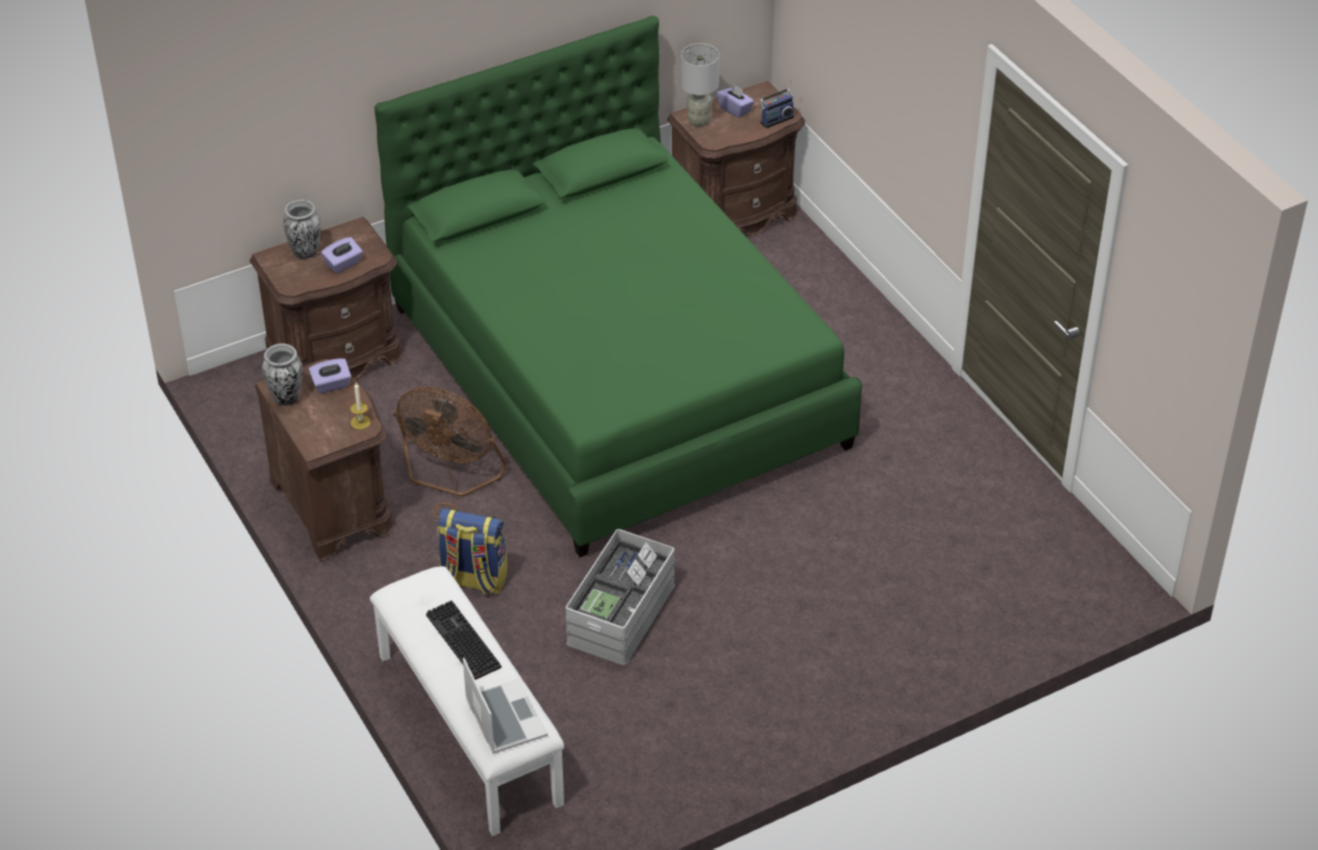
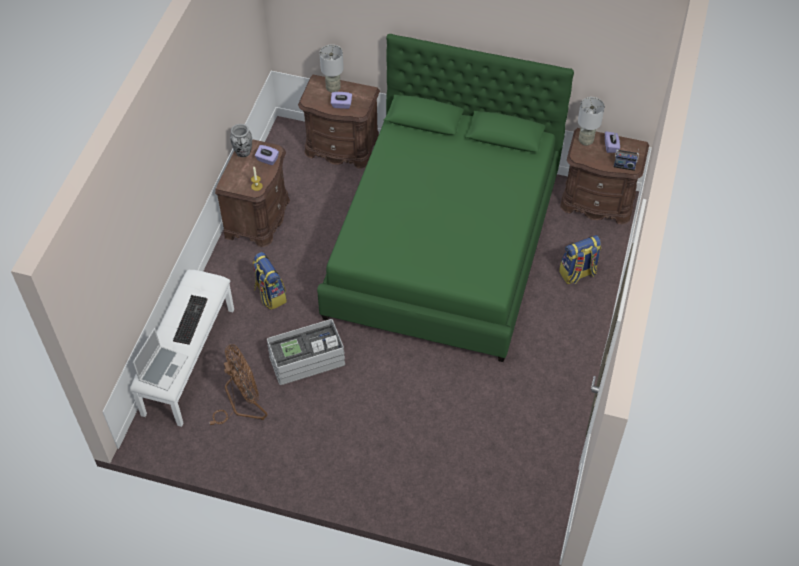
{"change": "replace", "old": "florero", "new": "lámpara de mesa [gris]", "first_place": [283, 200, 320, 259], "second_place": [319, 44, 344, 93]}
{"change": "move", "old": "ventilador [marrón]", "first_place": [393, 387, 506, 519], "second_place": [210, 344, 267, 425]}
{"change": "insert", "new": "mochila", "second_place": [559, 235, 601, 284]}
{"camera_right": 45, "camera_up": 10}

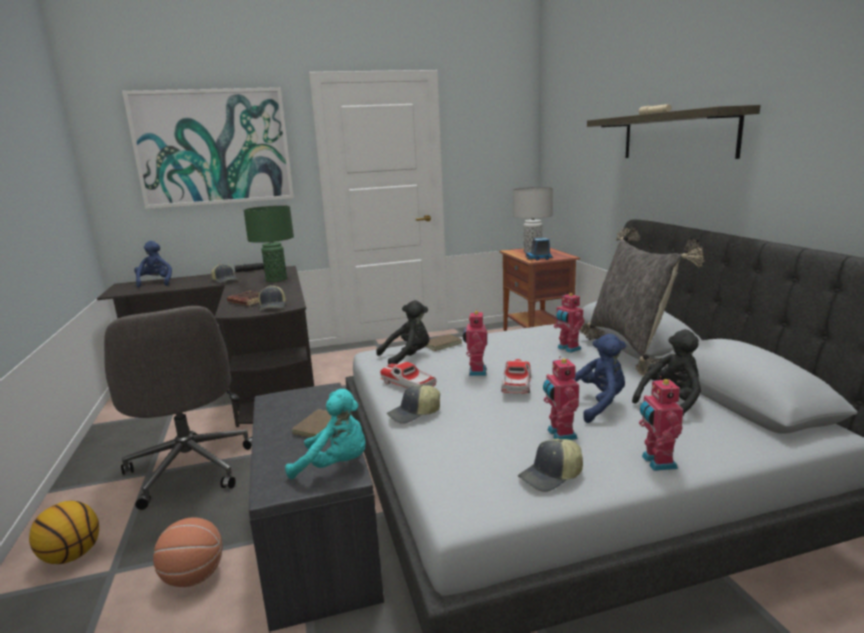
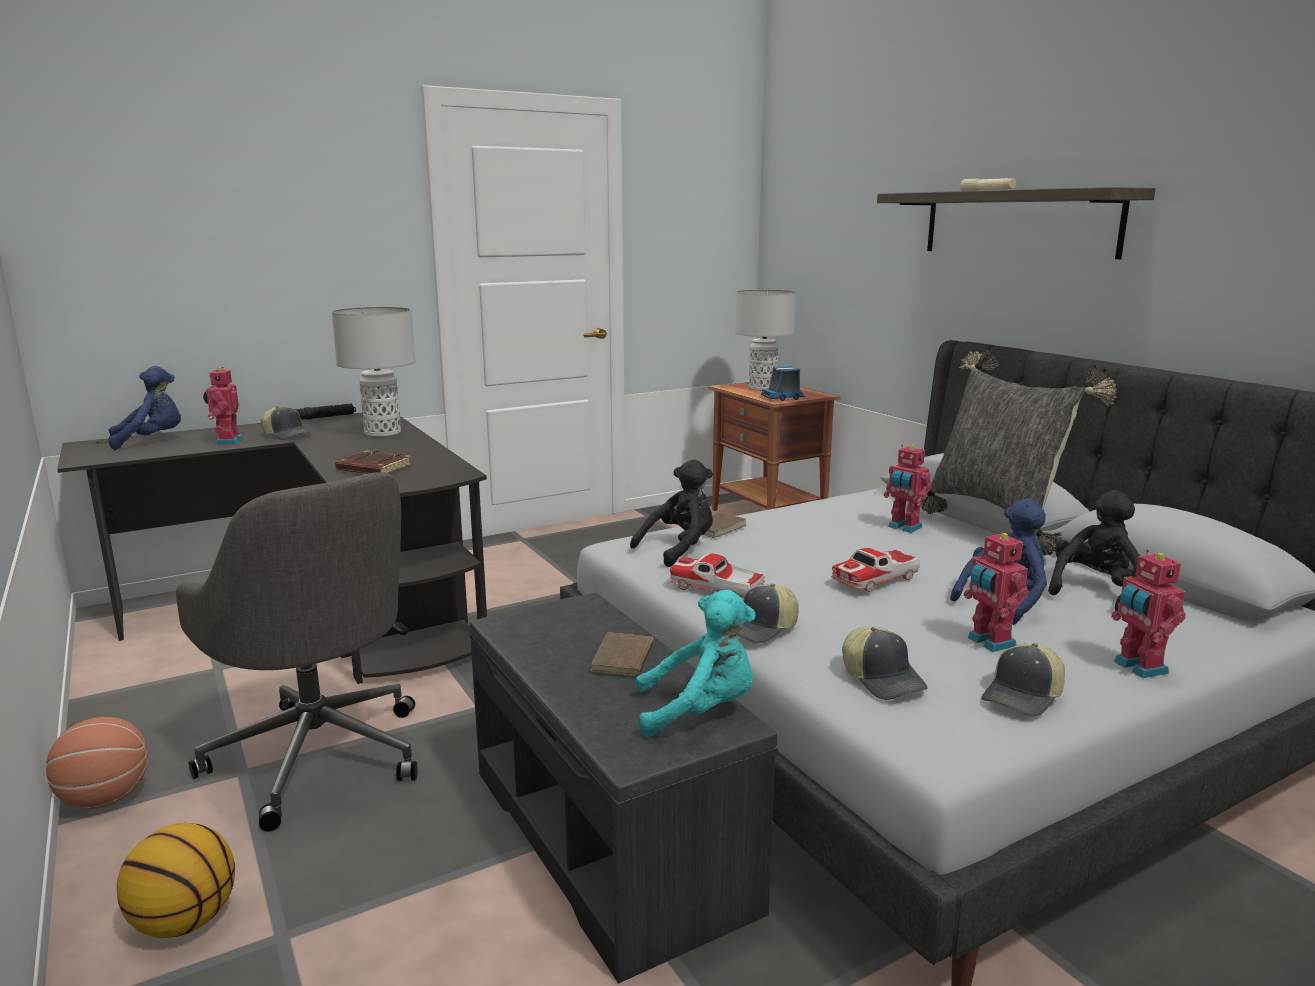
{"change": "delete", "old": "cuadro", "first_place": [122, 87, 294, 209]}
{"change": "recolor", "old": "lámpara de mesa [verde]", "new": "lámpara de mesa [blanco]", "first_place": [244, 205, 294, 282], "second_place": [332, 307, 416, 437]}
{"change": "rotate", "old": "peluche [azul]", "first_place": [134, 241, 172, 287], "second_place": [108, 366, 181, 450], "degrees": 90}
{"change": "move", "old": "gorra", "first_place": [259, 285, 286, 311], "second_place": [842, 626, 928, 700]}
{"change": "move", "old": "robot de juguete", "first_place": [463, 310, 487, 376], "second_place": [203, 367, 244, 444]}
{"change": "rotate", "old": "coche de juguete", "first_place": [501, 359, 531, 393], "second_place": [831, 548, 920, 592], "degrees": -120}
{"change": "move", "old": "balón de baloncesto", "first_place": [153, 517, 223, 587], "second_place": [46, 717, 148, 809]}
{"camera_right": -15, "camera_up": 0}

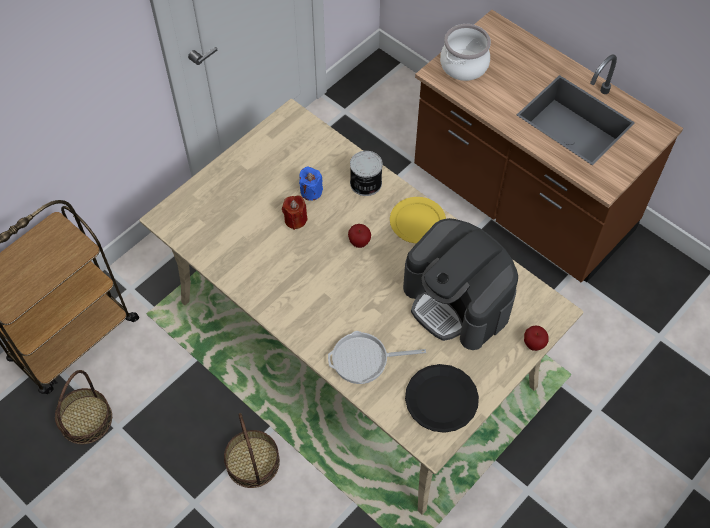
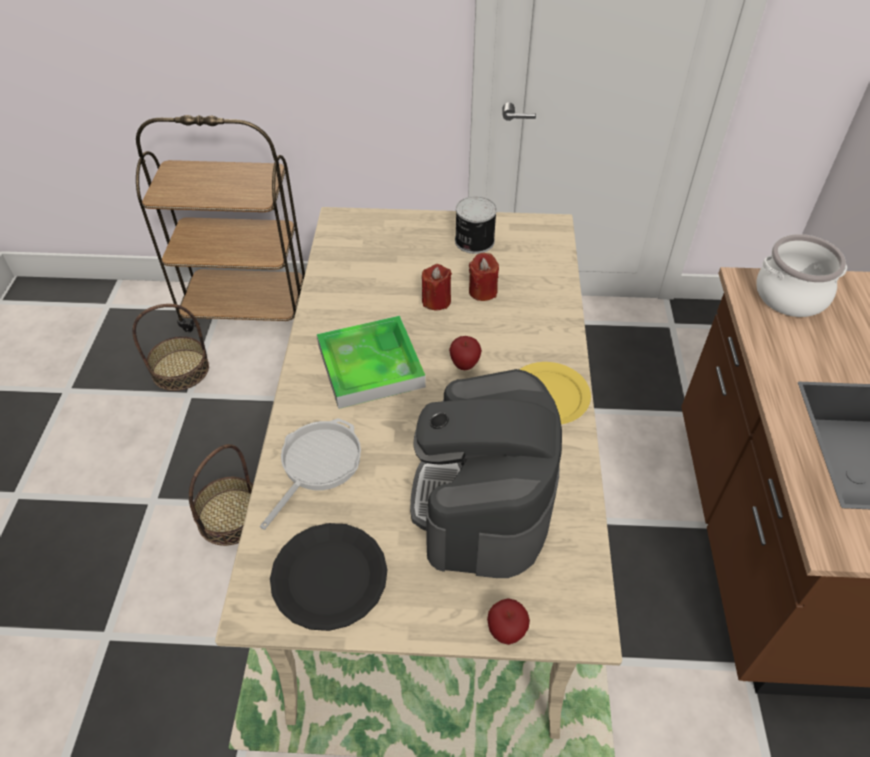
{"change": "move", "old": "lata", "first_place": [350, 151, 383, 196], "second_place": [455, 196, 497, 254]}
{"change": "recolor", "old": "vela [azul]", "new": "vela [rojo]", "first_place": [299, 167, 323, 201], "second_place": [469, 253, 499, 301]}
{"change": "rotate", "old": "sartén", "first_place": [328, 331, 426, 384], "second_place": [260, 418, 361, 530], "degrees": 75}
{"change": "insert", "new": "bandeja", "second_place": [317, 316, 426, 409]}
{"camera_right": 50, "camera_up": -10}

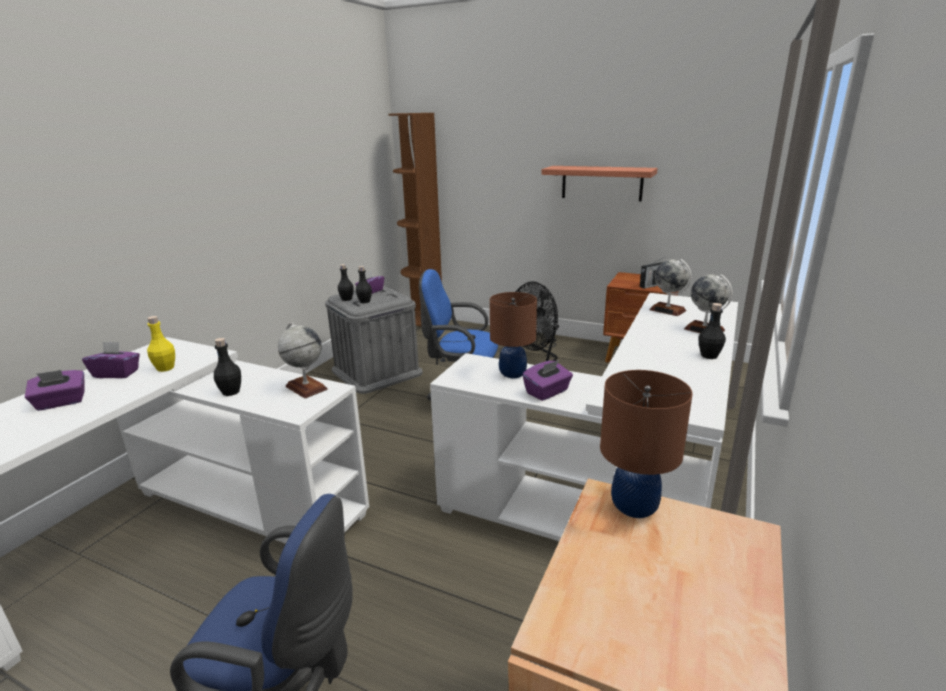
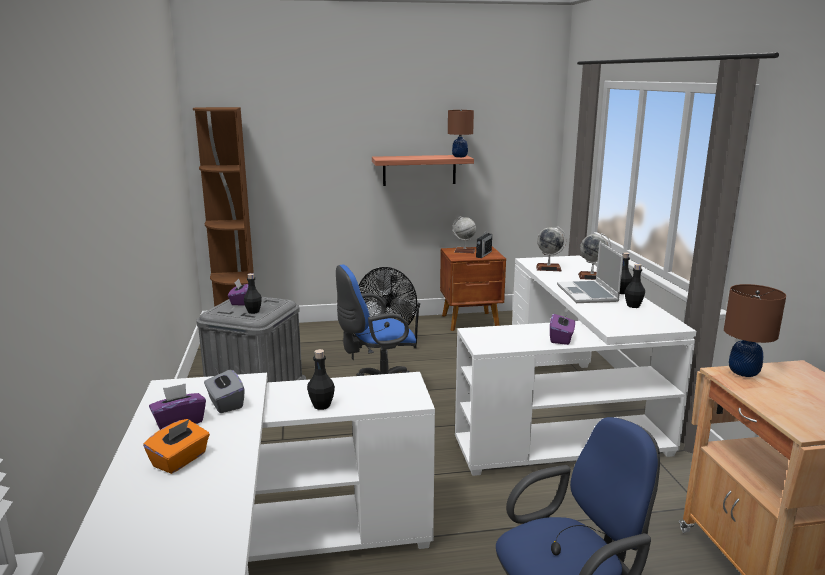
{"change": "move", "old": "botella [negro]", "first_place": [338, 264, 354, 301], "second_place": [625, 264, 645, 308]}
{"change": "move", "old": "lámpara de mesa [marrón]", "first_place": [490, 292, 537, 378], "second_place": [448, 110, 474, 158]}
{"change": "replace", "old": "botella [amarillo]", "new": "caja de pañuelos [gris]", "first_place": [147, 316, 175, 372], "second_place": [204, 370, 245, 413]}
{"change": "move", "old": "globo terráqueo", "first_place": [278, 322, 328, 398], "second_place": [453, 216, 476, 253]}
{"change": "recolor", "old": "caja de pañuelos [morado]", "new": "caja de pañuelos [naranja]", "first_place": [25, 370, 84, 411], "second_place": [143, 419, 210, 474]}
{"change": "insert", "new": "portátil", "second_place": [557, 241, 623, 303]}
{"camera_right": -35, "camera_up": -5}

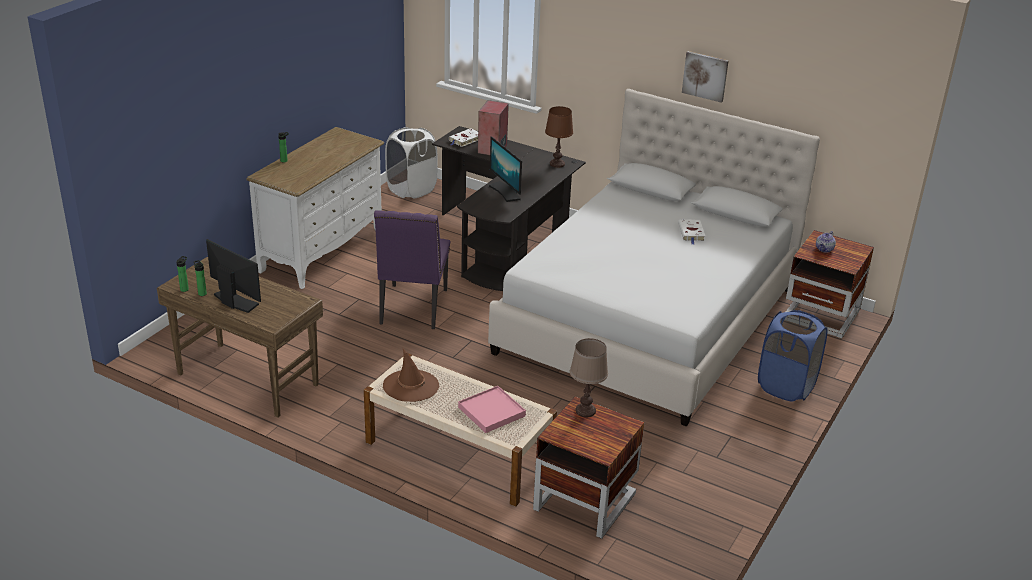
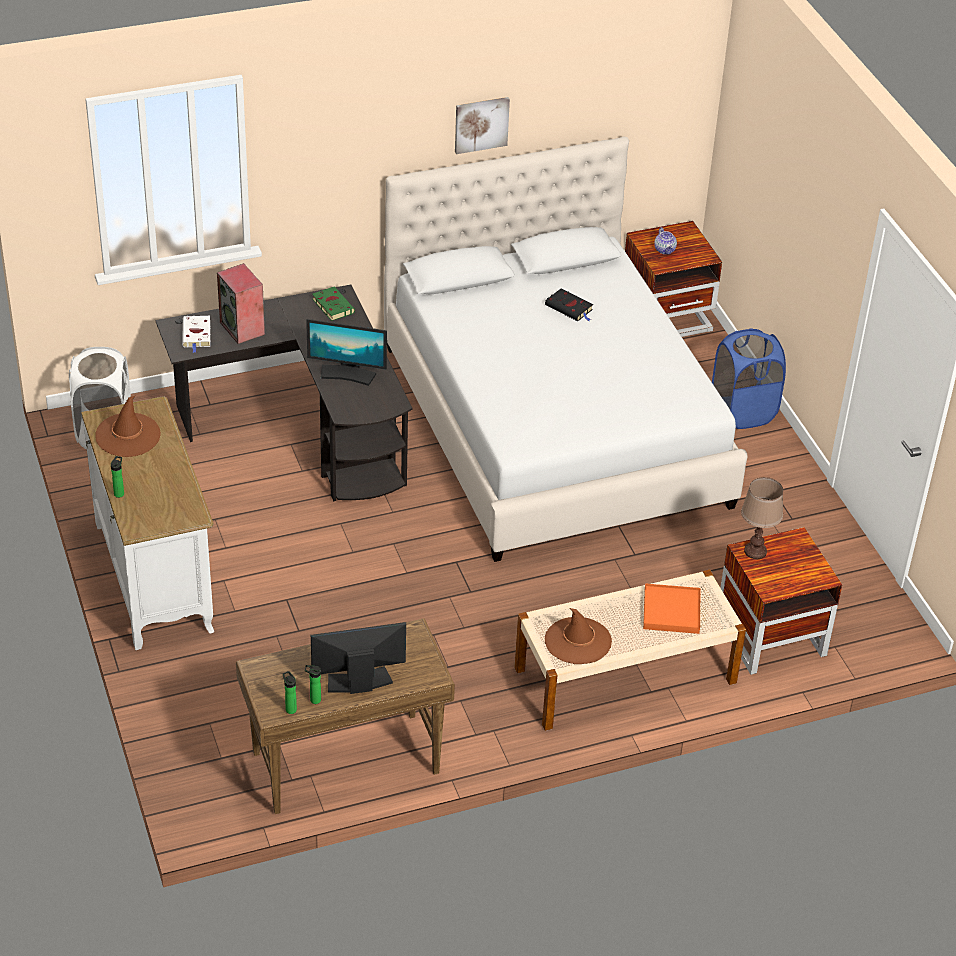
{"change": "replace", "old": "lámpara de mesa [marrón]", "new": "libro [verde]", "first_place": [545, 106, 573, 168], "second_place": [312, 287, 355, 321]}
{"change": "delete", "old": "silla [morado]", "first_place": [374, 210, 450, 329]}
{"change": "recolor", "old": "libro [blanco]", "new": "libro [negro]", "first_place": [678, 219, 705, 245], "second_place": [545, 288, 593, 321]}
{"change": "recolor", "old": "bandeja [rosa]", "new": "bandeja [naranja]", "first_place": [458, 386, 526, 433], "second_place": [643, 583, 700, 634]}
{"change": "insert", "new": "sombrero [marrón]", "second_place": [95, 395, 161, 457]}
{"camera_right": -50, "camera_up": 10}

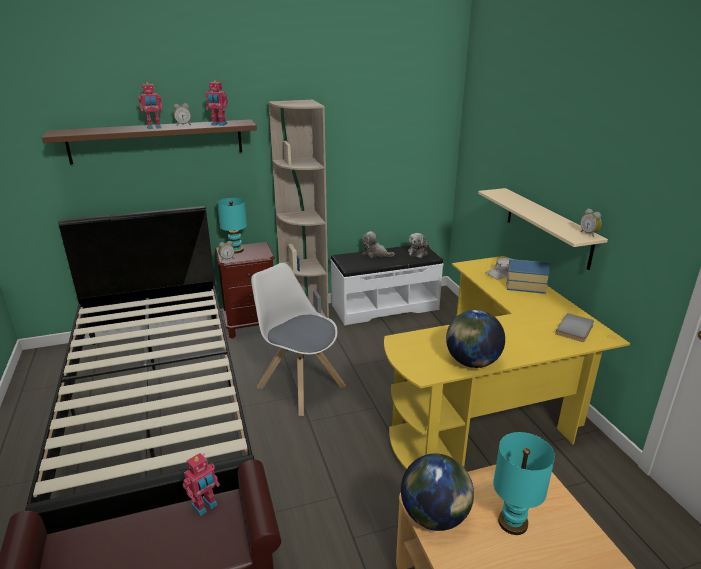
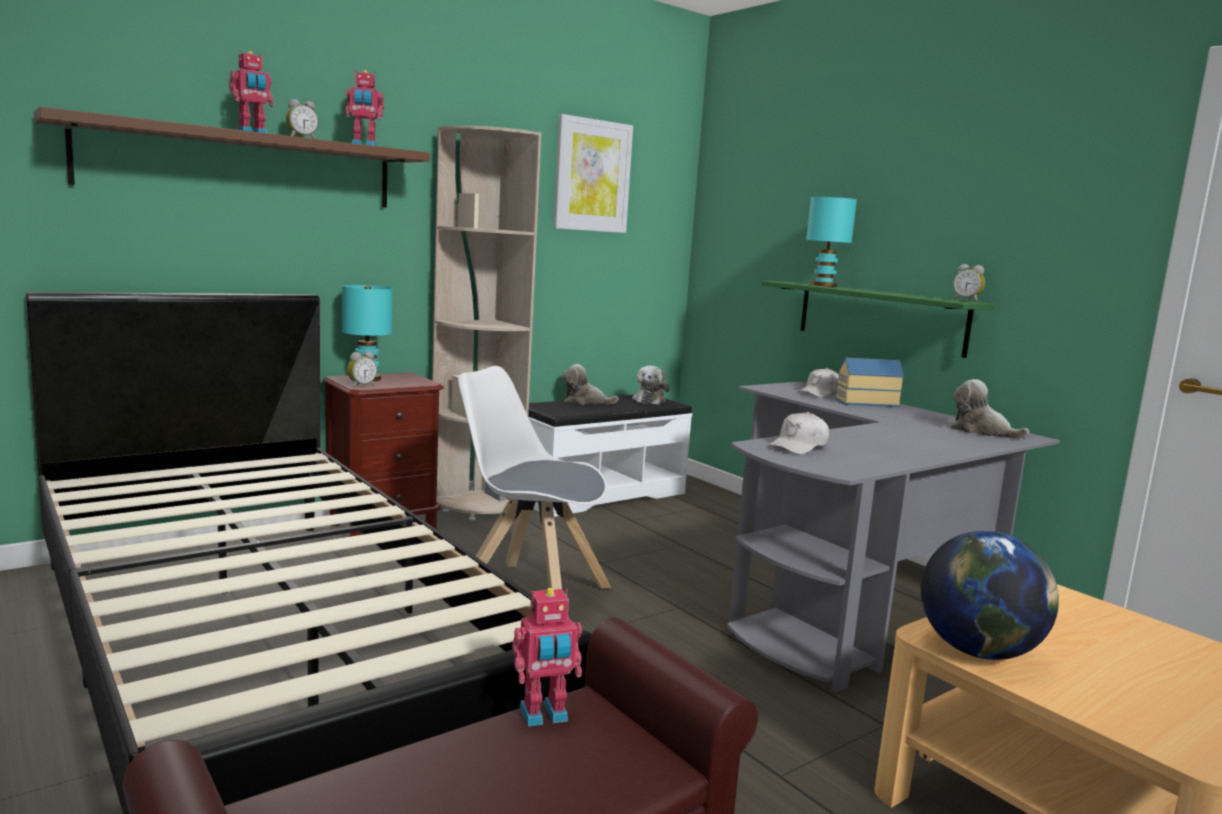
{"change": "recolor", "old": "estante [beis]", "new": "estante [verde]", "first_place": [478, 188, 608, 270], "second_place": [761, 281, 995, 358]}
{"change": "recolor", "old": "escritorio [amarillo]", "new": "escritorio [gris]", "first_place": [384, 256, 630, 470], "second_place": [727, 381, 1060, 692]}
{"change": "delete", "old": "globo terráqueo", "first_place": [446, 310, 505, 368]}
{"change": "replace", "old": "libro [gris]", "new": "peluche", "first_place": [555, 313, 594, 342], "second_place": [950, 379, 1029, 439]}
{"change": "move", "old": "lámpara de mesa [turquesa]", "first_place": [493, 432, 555, 535], "second_place": [806, 197, 857, 287]}
{"change": "rotate", "old": "robot de juguete", "first_place": [183, 453, 220, 516], "second_place": [512, 588, 582, 727], "degrees": 45}
{"change": "insert", "new": "cuadro", "second_place": [553, 114, 633, 233]}
{"change": "insert", "new": "gorra [blanco]", "second_place": [767, 412, 829, 455]}
{"camera_right": -20, "camera_up": -15}

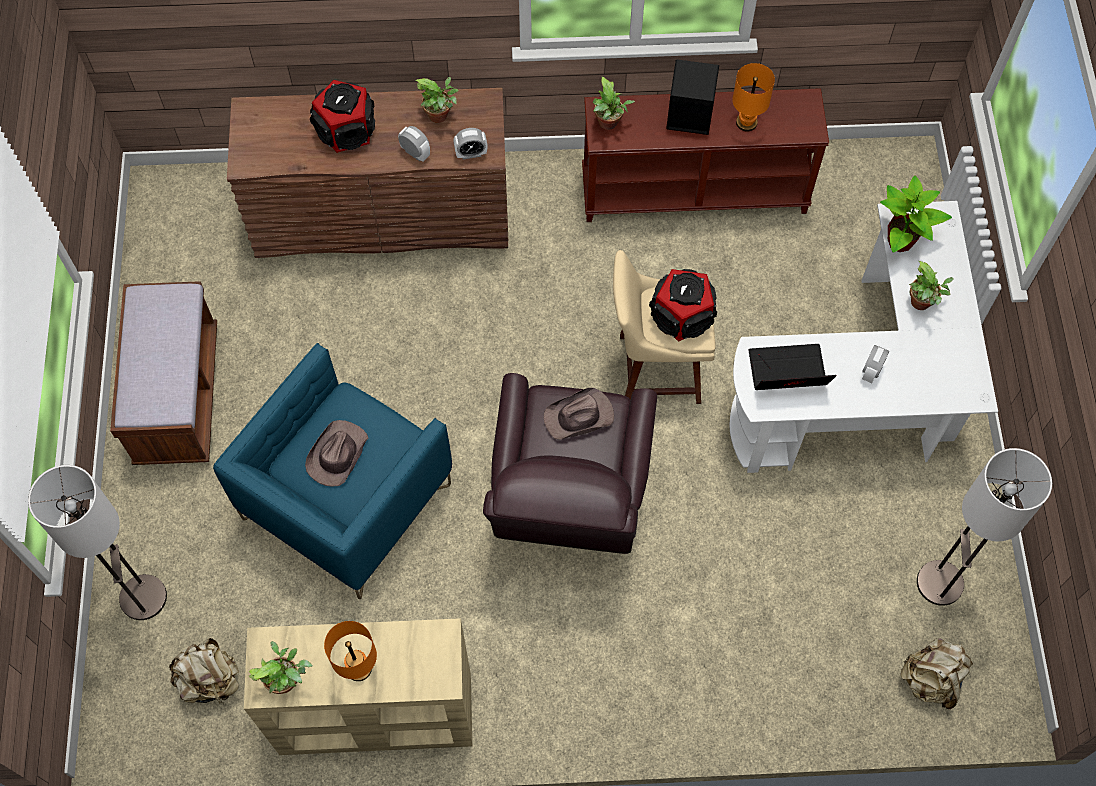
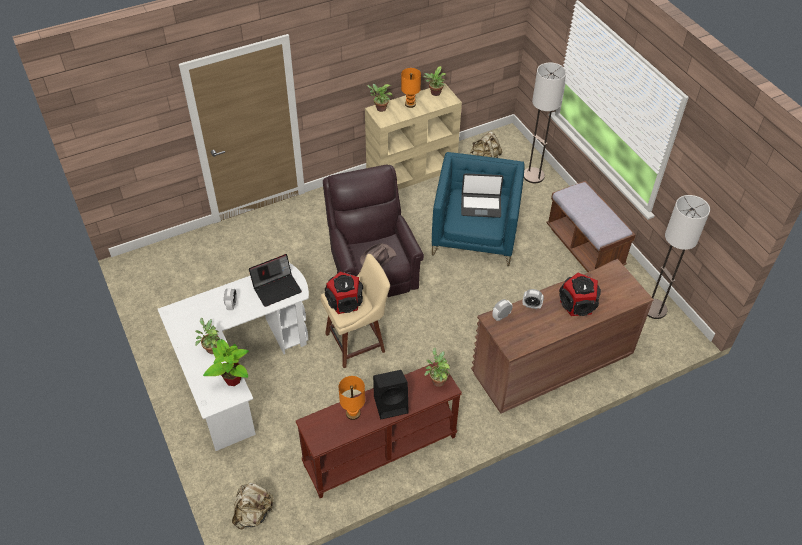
{"change": "move", "old": "planta en maceta", "first_place": [415, 77, 458, 123], "second_place": [367, 84, 393, 112]}
{"change": "replace", "old": "sombrero [marrón]", "new": "portátil", "first_place": [305, 420, 369, 487], "second_place": [461, 173, 503, 218]}
{"change": "move", "old": "lámpara de pie", "first_place": [917, 448, 1052, 606], "second_place": [647, 195, 710, 319]}
{"change": "move", "old": "mochila [beis]", "first_place": [901, 638, 973, 709], "second_place": [232, 483, 273, 529]}
{"camera_right": 155, "camera_up": -15}

